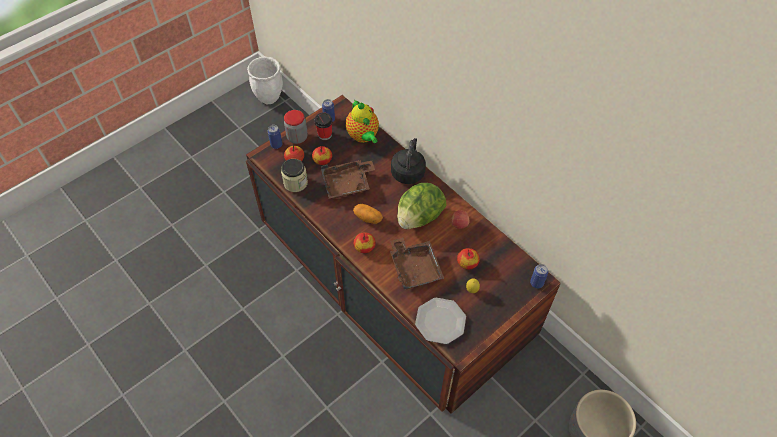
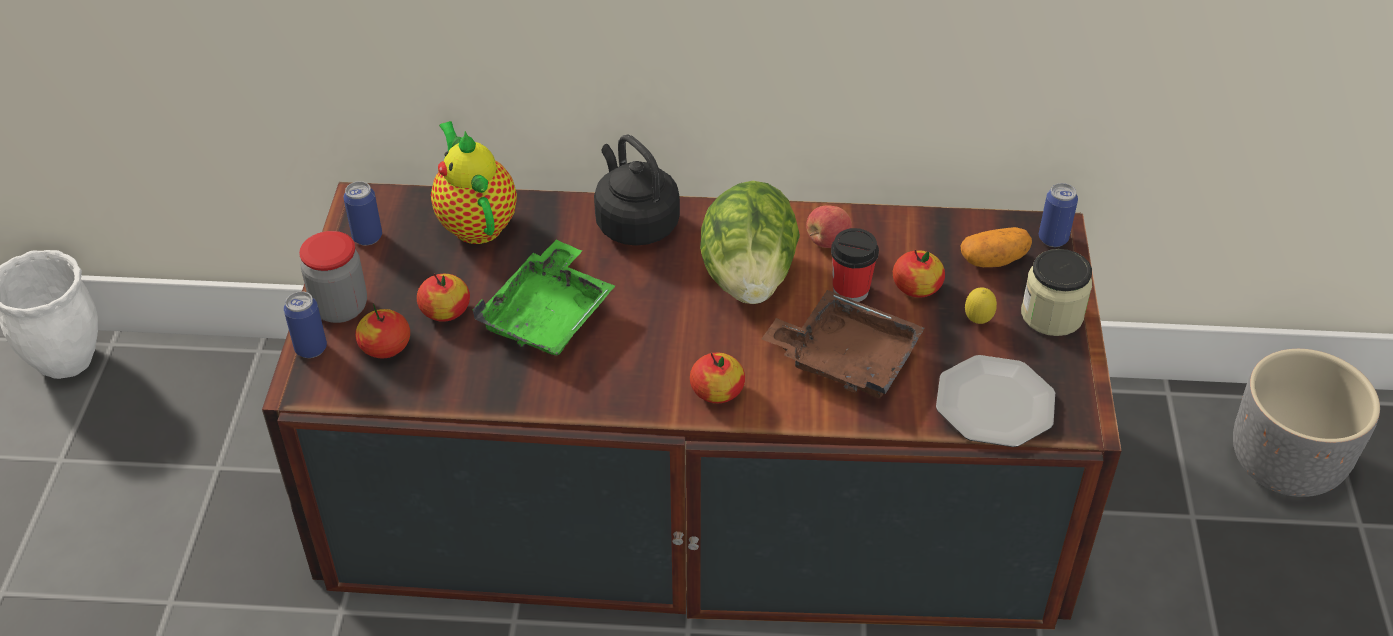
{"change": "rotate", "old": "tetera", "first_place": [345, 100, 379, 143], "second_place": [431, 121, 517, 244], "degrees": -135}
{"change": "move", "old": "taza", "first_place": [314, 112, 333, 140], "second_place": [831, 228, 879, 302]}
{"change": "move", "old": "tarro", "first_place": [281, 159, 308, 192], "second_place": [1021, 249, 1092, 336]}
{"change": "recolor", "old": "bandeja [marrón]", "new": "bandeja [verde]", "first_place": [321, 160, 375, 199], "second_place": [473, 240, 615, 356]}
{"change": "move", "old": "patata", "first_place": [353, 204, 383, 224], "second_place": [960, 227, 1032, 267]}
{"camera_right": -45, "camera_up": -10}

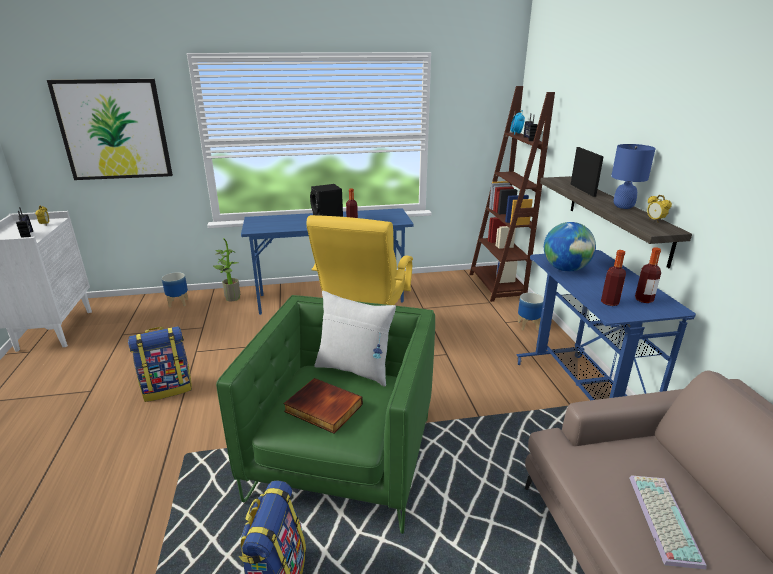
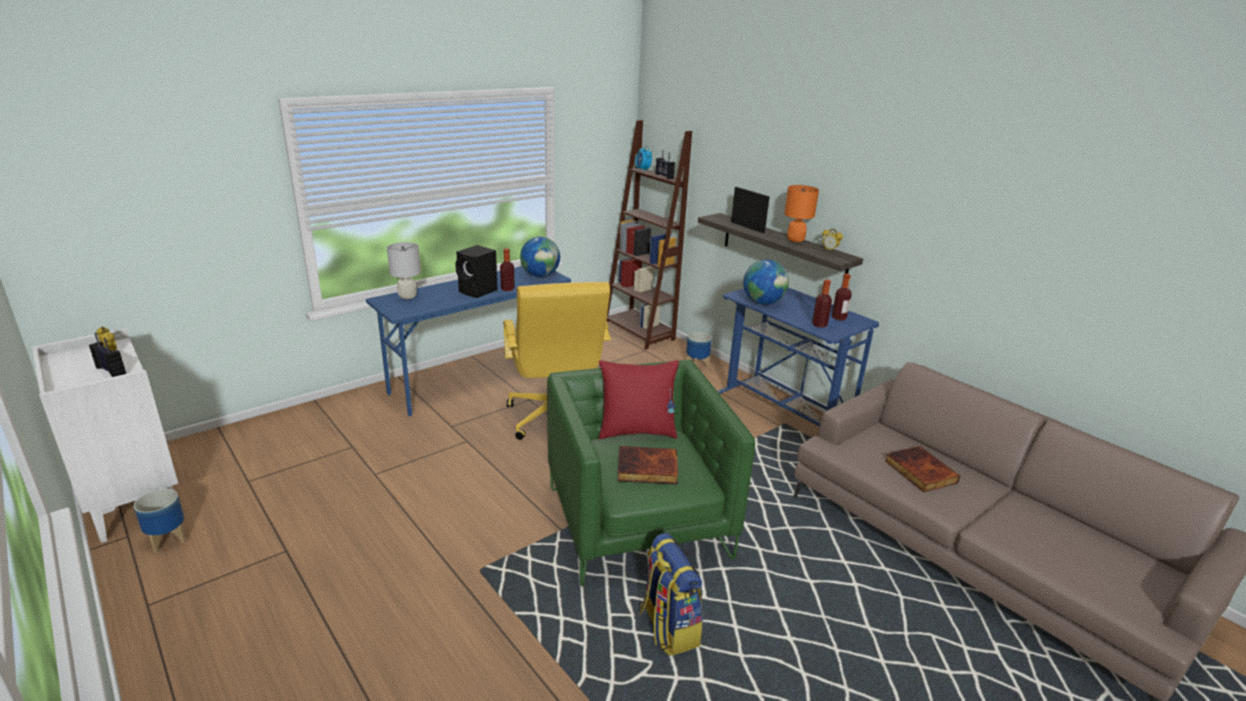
{"change": "delete", "old": "cuadro", "first_place": [47, 79, 173, 180]}
{"change": "recolor", "old": "lámpara de mesa [azul]", "new": "lámpara de mesa [naranja]", "first_place": [611, 144, 656, 209], "second_place": [784, 185, 819, 242]}
{"change": "delete", "old": "planta en maceta", "first_place": [213, 238, 240, 301]}
{"change": "move", "old": "maceta", "first_place": [162, 272, 188, 308], "second_place": [134, 489, 186, 553]}
{"change": "recolor", "old": "cojín [gris]", "new": "cojín [rojo]", "first_place": [314, 291, 396, 387], "second_place": [599, 360, 679, 439]}
{"change": "delete", "old": "mochila", "first_place": [128, 326, 192, 402]}
{"change": "replace", "old": "teclado", "new": "libro", "first_place": [629, 475, 707, 569], "second_place": [885, 446, 960, 492]}
{"change": "insert", "new": "globo terráqueo", "second_place": [520, 237, 560, 277]}
{"change": "insert", "new": "lámpara de mesa [gris]", "second_place": [387, 242, 421, 299]}
{"camera_right": -30, "camera_up": 0}

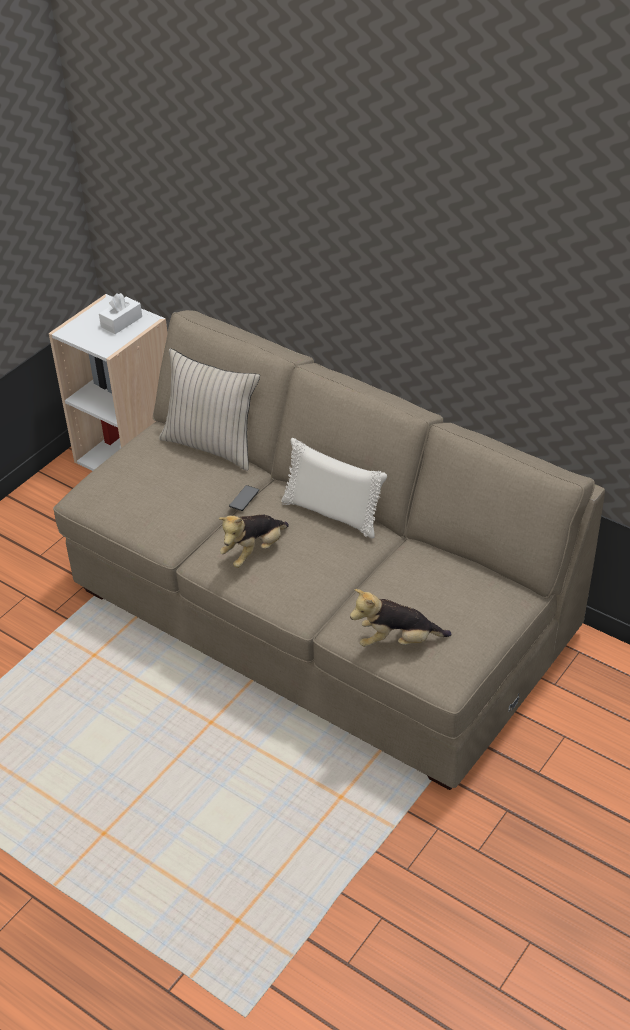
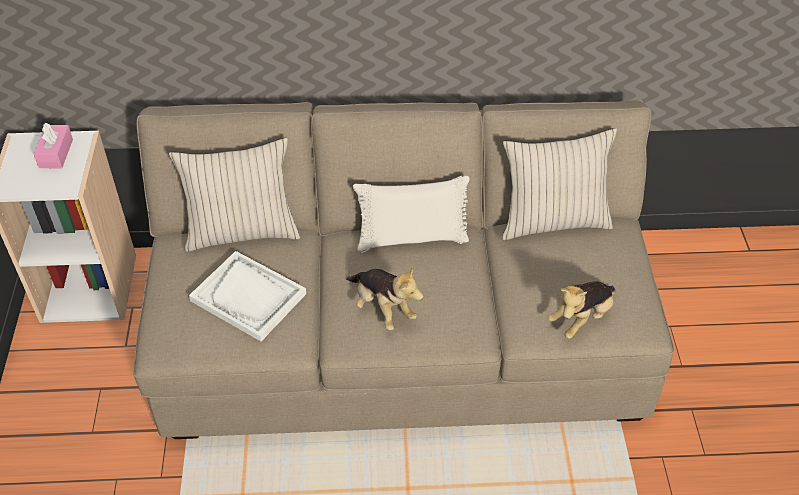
{"change": "recolor", "old": "caja de pañuelos [blanco]", "new": "caja de pañuelos [rosa]", "first_place": [99, 293, 142, 334], "second_place": [34, 123, 73, 169]}
{"change": "delete", "old": "móvil", "first_place": [229, 485, 259, 511]}
{"change": "rotate", "old": "peluche", "first_place": [218, 514, 289, 568], "second_place": [346, 267, 424, 330], "degrees": -45}
{"change": "insert", "new": "cojín [beis]", "second_place": [502, 128, 617, 240]}
{"change": "insert", "new": "bandeja [blanco]", "second_place": [189, 251, 306, 341]}
{"camera_right": -40, "camera_up": 5}

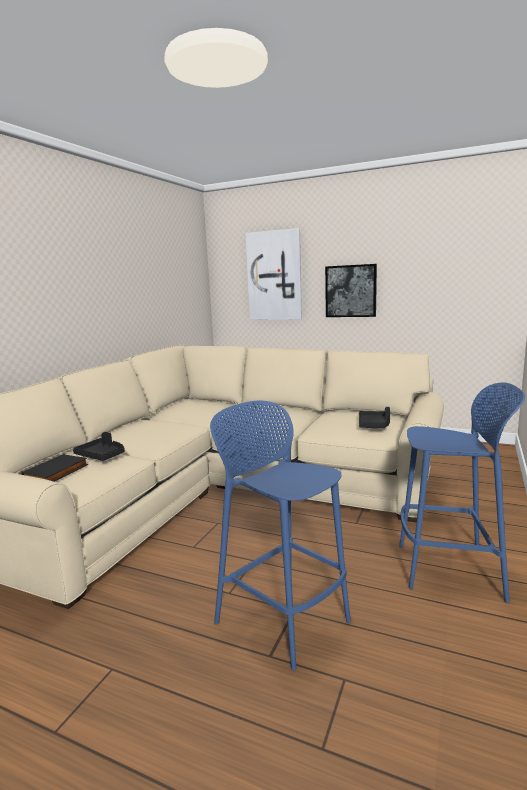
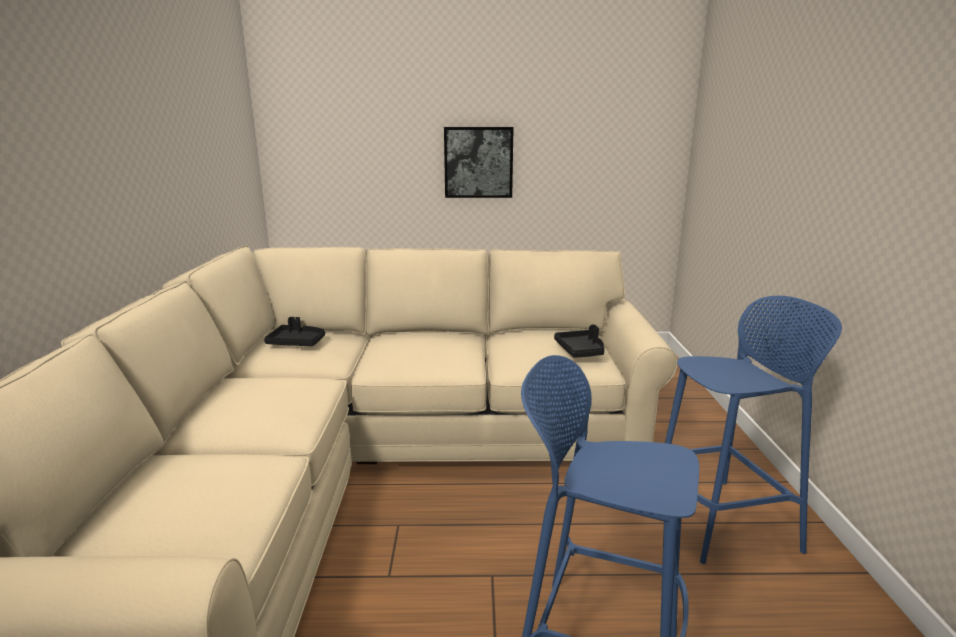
{"change": "delete", "old": "cuadro", "first_place": [245, 228, 302, 320]}
{"change": "move", "old": "bandeja [negro]", "first_place": [73, 432, 125, 461], "second_place": [264, 317, 325, 346]}
{"change": "delete", "old": "libro [negro]", "first_place": [21, 454, 88, 482]}
{"camera_right": -25, "camera_up": 5}

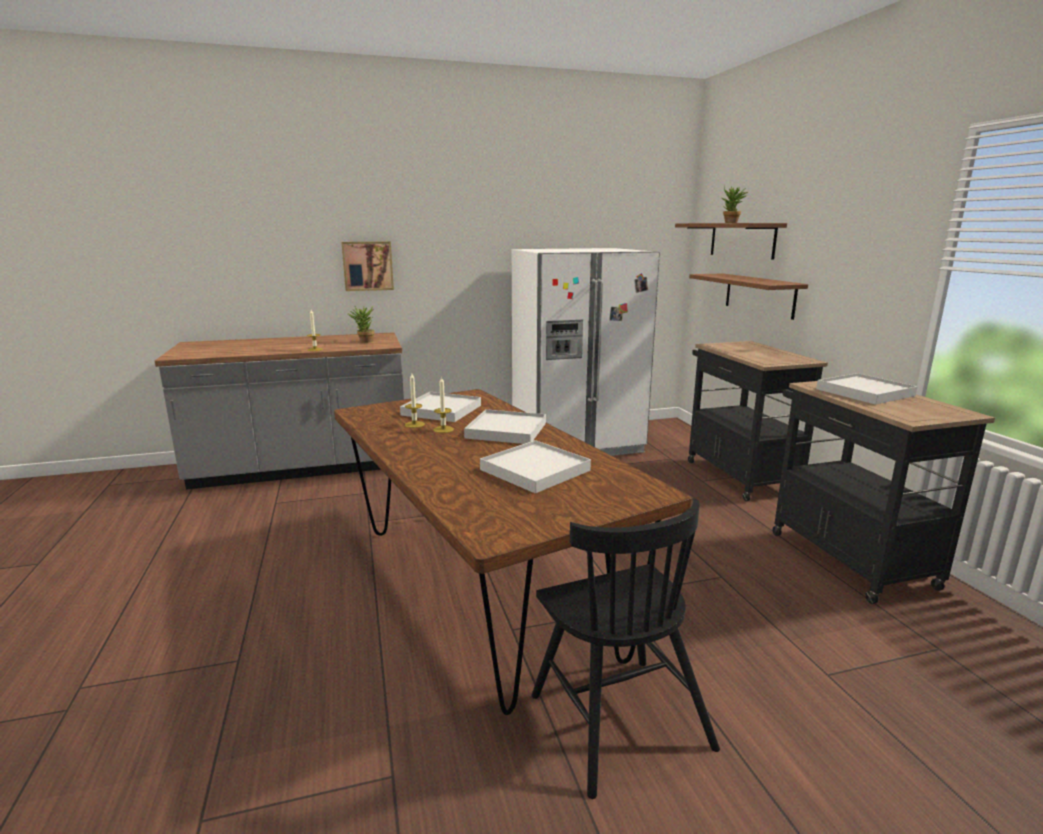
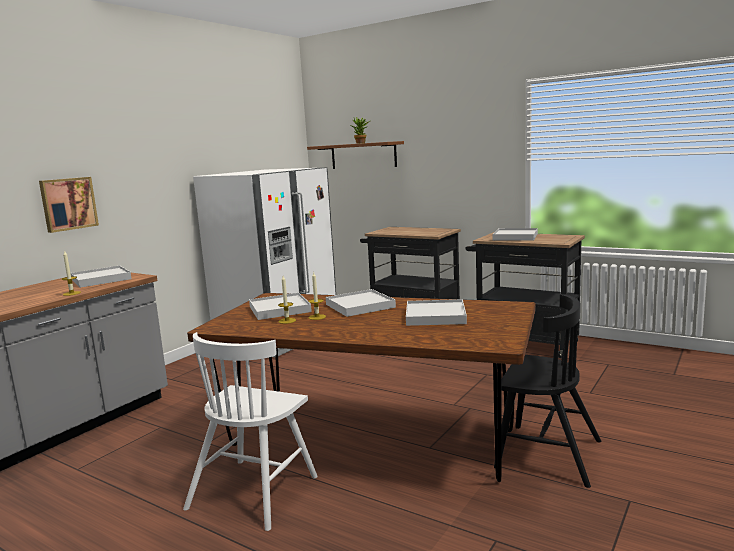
{"change": "delete", "old": "estante [marrón]", "first_place": [689, 273, 808, 320]}
{"change": "replace", "old": "planta en maceta", "new": "bandeja [blanco]", "first_place": [348, 305, 374, 343], "second_place": [71, 266, 132, 288]}
{"change": "insert", "new": "silla [blanco]", "second_place": [183, 332, 318, 531]}
{"camera_right": -40, "camera_up": -5}

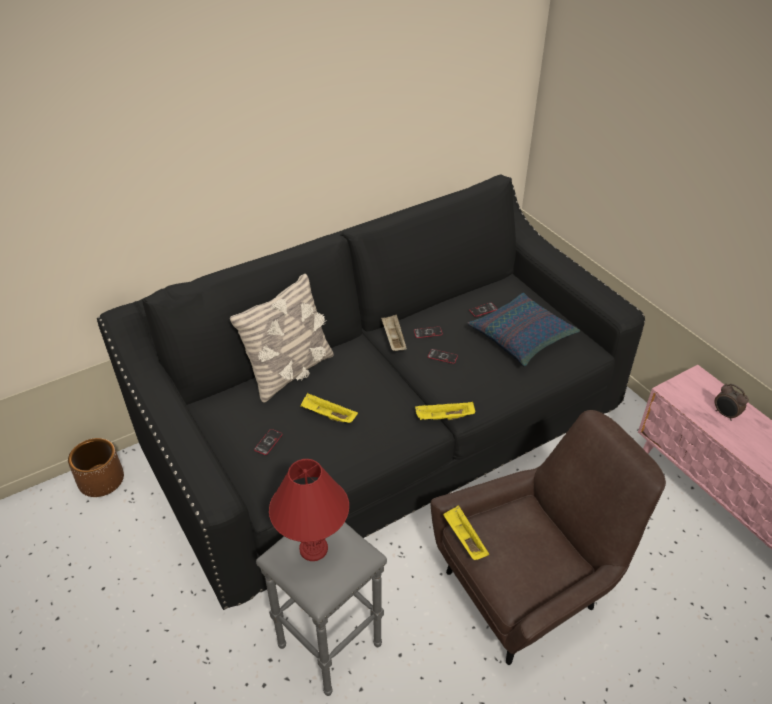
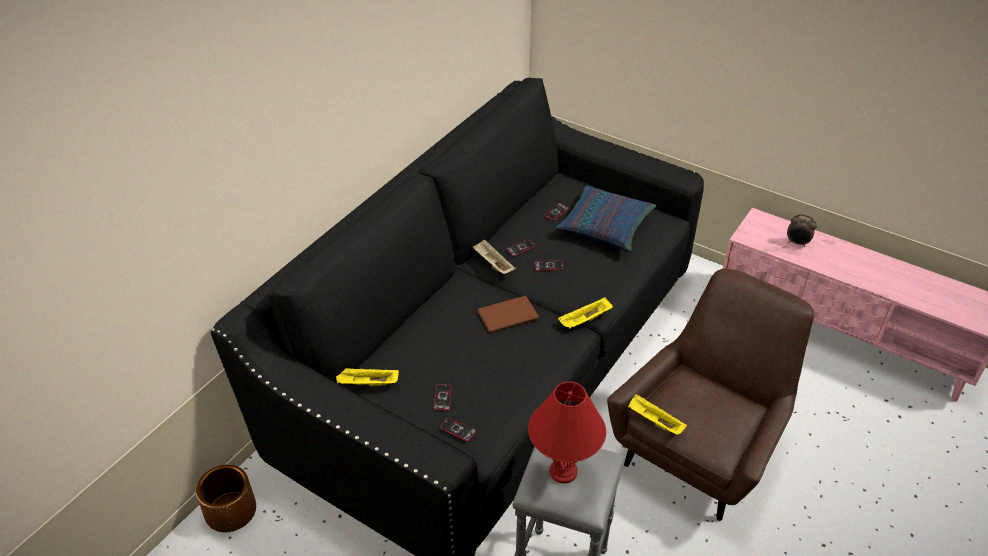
{"change": "delete", "old": "cojín [beis]", "first_place": [230, 274, 334, 402]}
{"change": "move", "old": "bandeja [amarillo]", "first_place": [300, 393, 358, 423], "second_place": [336, 368, 399, 387]}
{"change": "insert", "new": "libro [marrón]", "second_place": [478, 296, 539, 333]}
{"change": "insert", "new": "móvil", "second_place": [440, 417, 476, 442]}
{"camera_right": -25, "camera_up": 0}

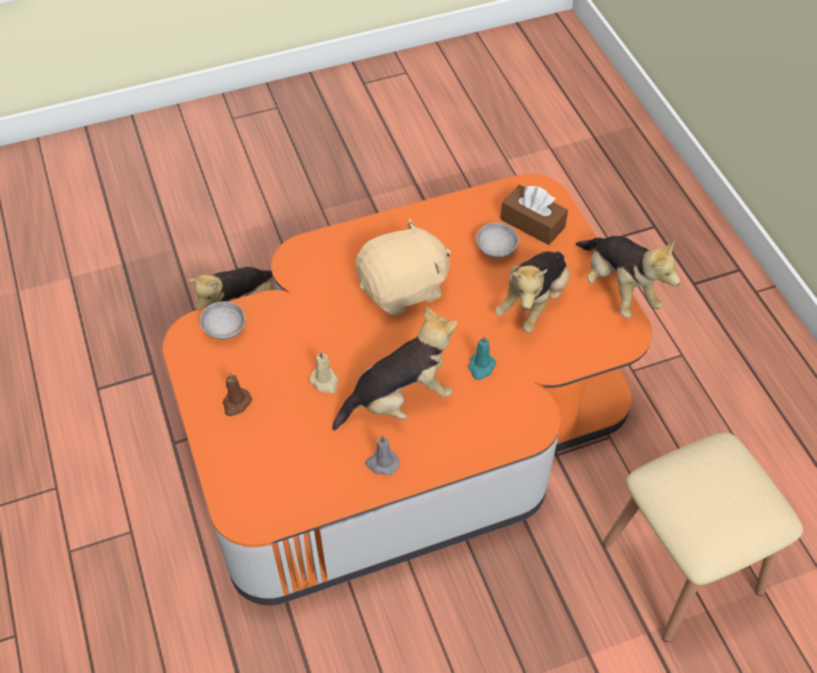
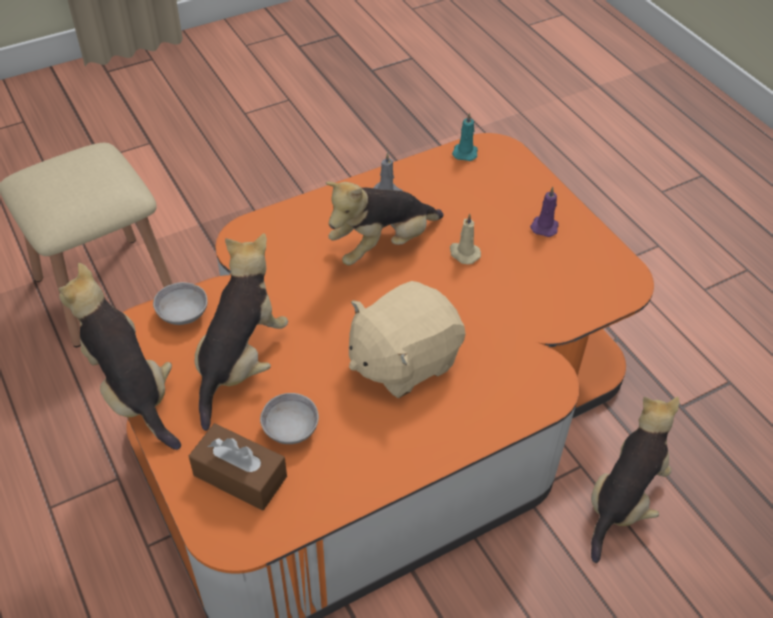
{"change": "move", "old": "cuenco [gris]", "first_place": [200, 301, 245, 339], "second_place": [153, 282, 207, 325]}
{"change": "move", "old": "vela [turquesa]", "first_place": [468, 336, 496, 380], "second_place": [452, 112, 478, 161]}
{"change": "recolor", "old": "vela [marrón]", "new": "vela [morado]", "first_place": [223, 372, 252, 416], "second_place": [530, 187, 559, 237]}
{"camera_right": 170, "camera_up": -5}

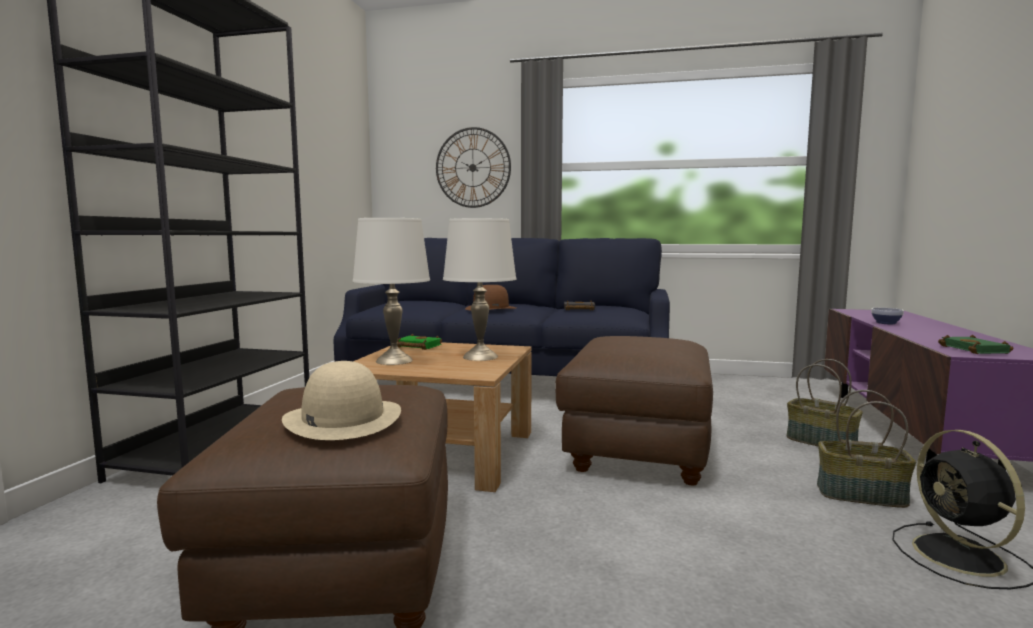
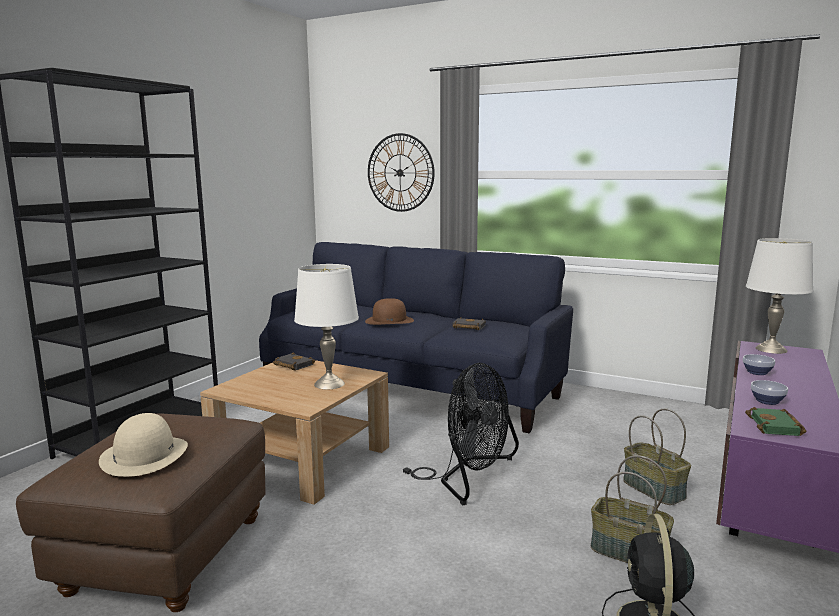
{"change": "move", "old": "lámpara de mesa [blanco]", "first_place": [352, 218, 430, 365], "second_place": [746, 238, 813, 354]}
{"change": "recolor", "old": "libro [verde]", "new": "libro [negro]", "first_place": [397, 334, 442, 350], "second_place": [273, 353, 315, 371]}
{"change": "replace", "old": "puf [marrón]", "new": "ventilador [negro]", "first_place": [555, 336, 713, 485], "second_place": [403, 363, 519, 505]}
{"change": "insert", "new": "cuenco", "second_place": [751, 380, 788, 405]}
{"camera_right": 15, "camera_up": 5}

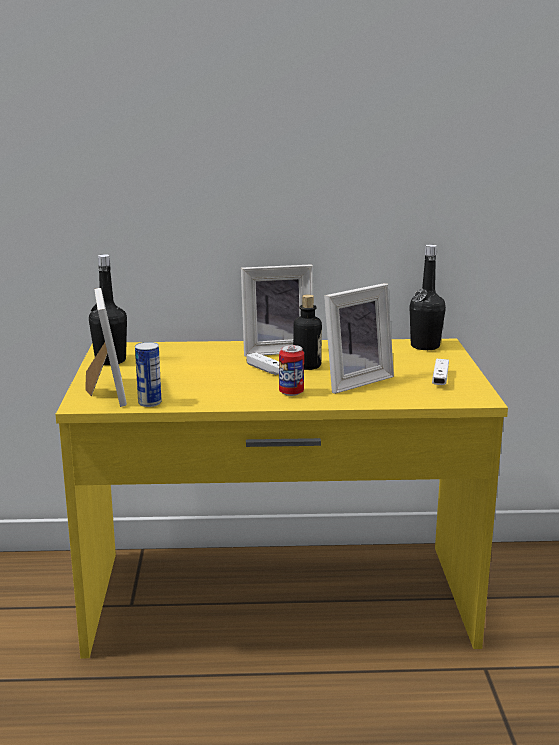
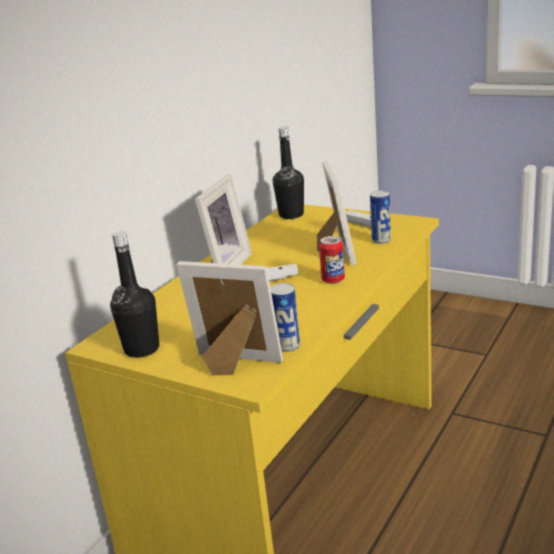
{"change": "delete", "old": "botella", "first_place": [293, 295, 322, 370]}
{"change": "insert", "new": "lata", "second_place": [370, 190, 391, 244]}
{"camera_right": -55, "camera_up": 5}

